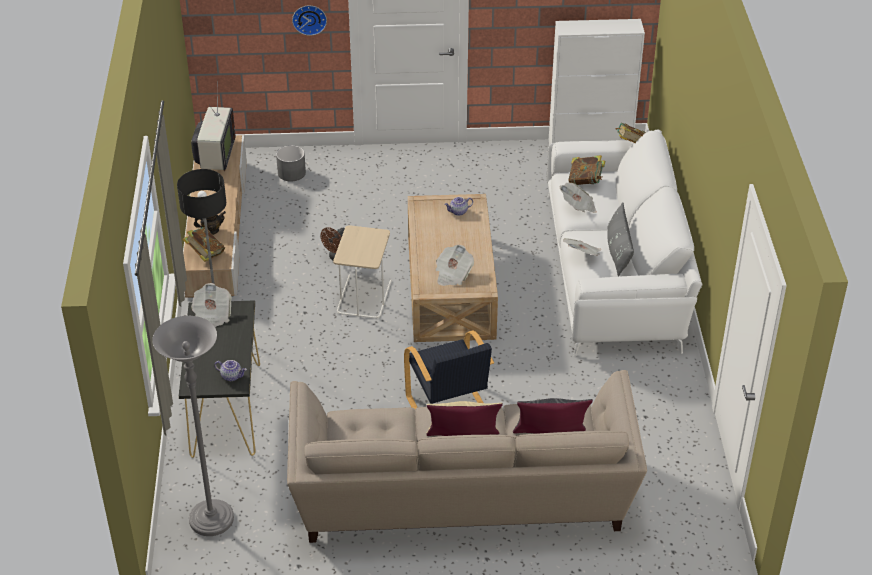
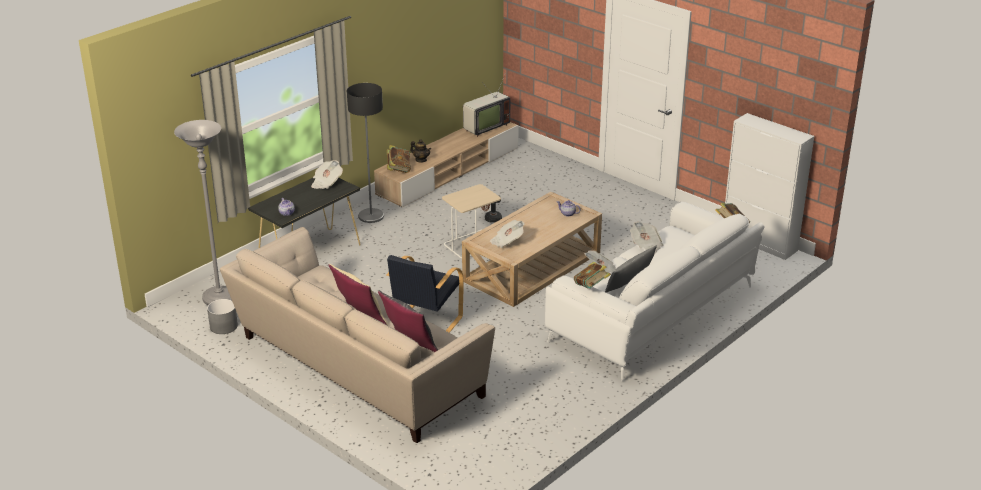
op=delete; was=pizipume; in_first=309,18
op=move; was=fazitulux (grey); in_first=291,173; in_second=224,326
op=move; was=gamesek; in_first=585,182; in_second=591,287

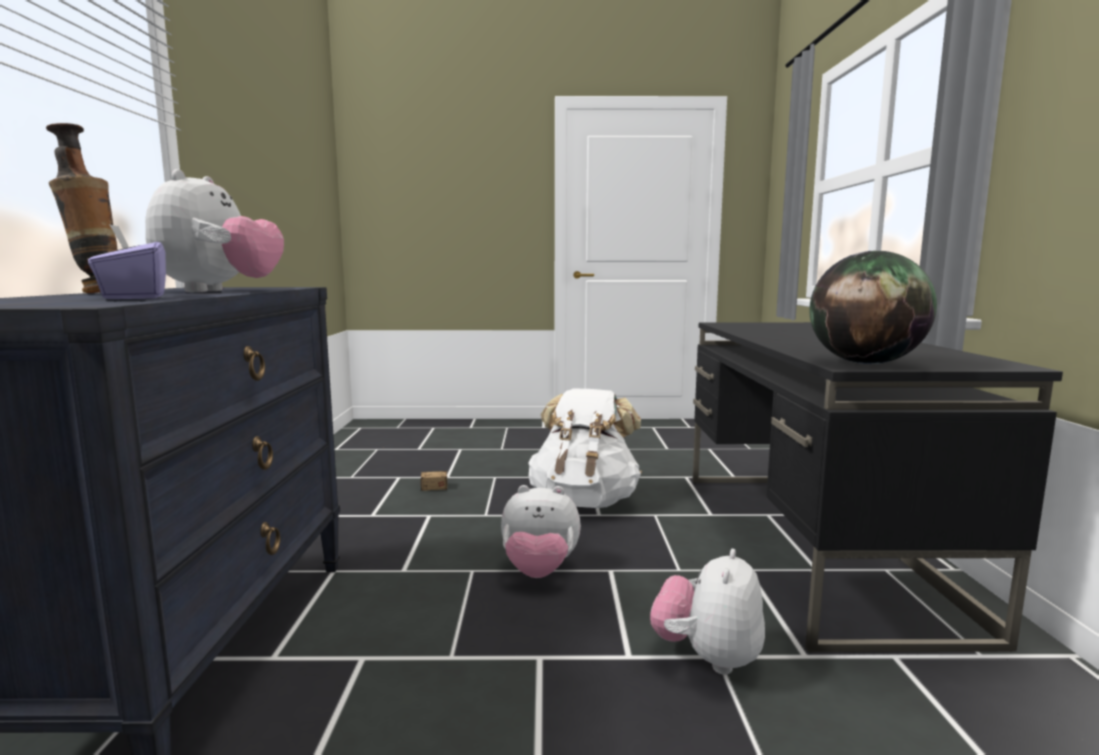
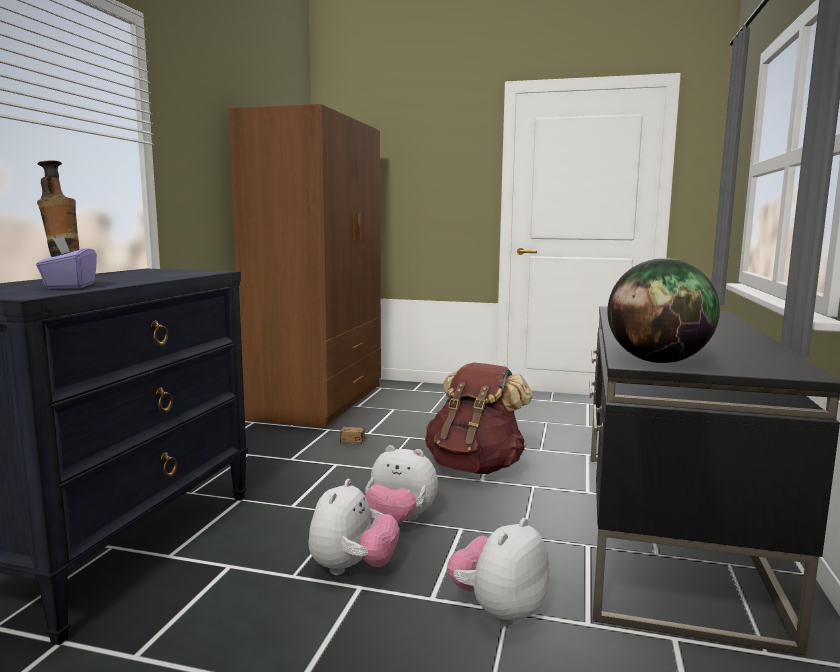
op=insert; now=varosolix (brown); in_second=319,401
op=move; was=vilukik; in_first=220,291; in_second=352,568
op=recolor; was=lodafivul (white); now=lodafivul (brown); in_first=584,501; in_second=475,467

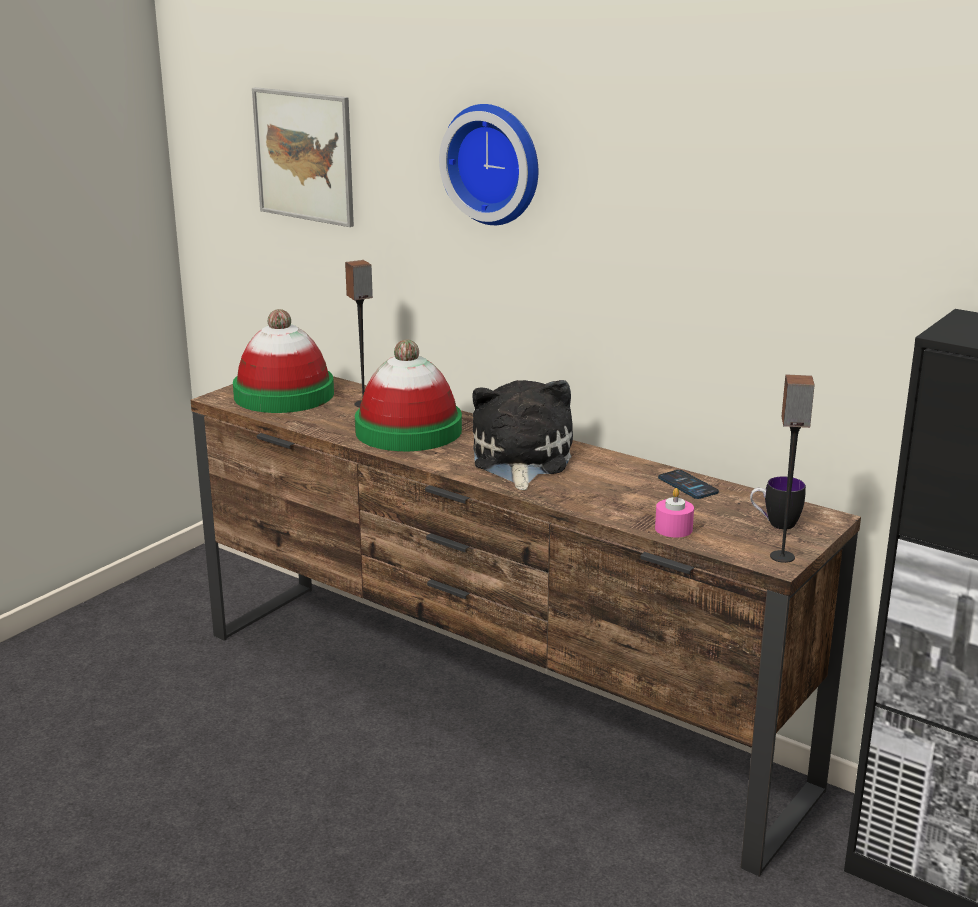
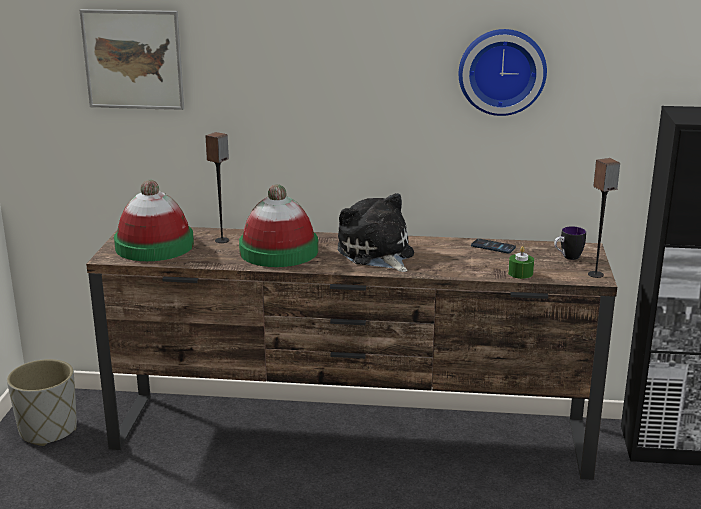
op=insert; now=fazitulux (grey); in_second=48,430
op=move; was=pizipume; in_first=495,163; in_second=502,71
op=recolor; was=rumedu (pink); now=rumedu (green); in_first=673,529; in_second=520,273

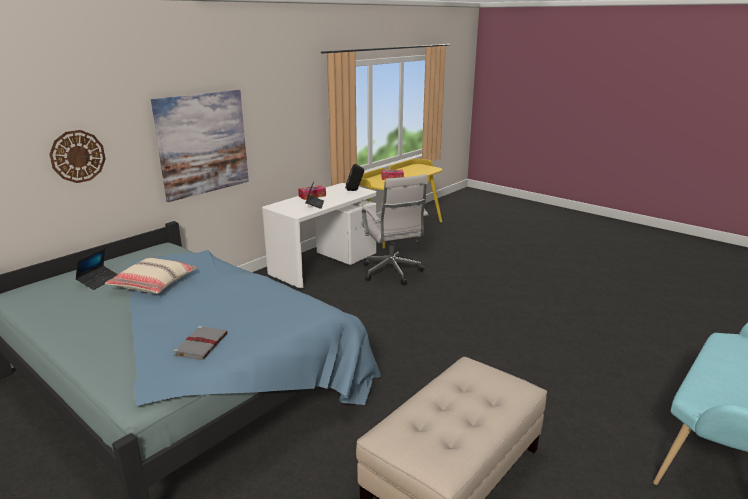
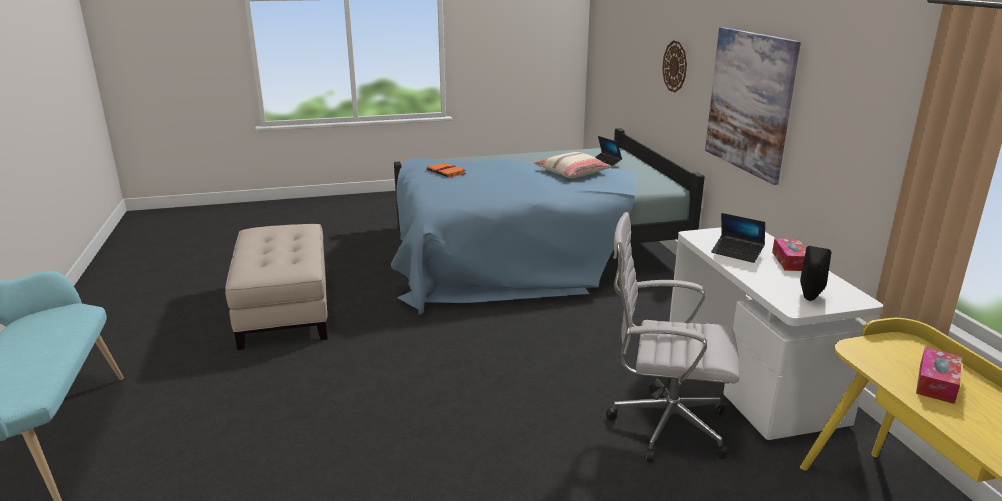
op=recolor; was=gamesek (grey); now=gamesek (orange); in_first=201,344; in_second=447,172

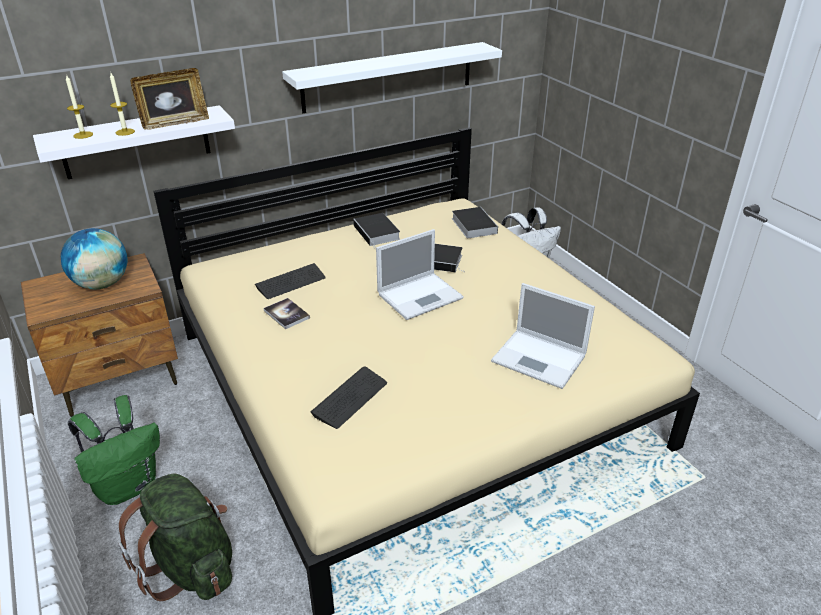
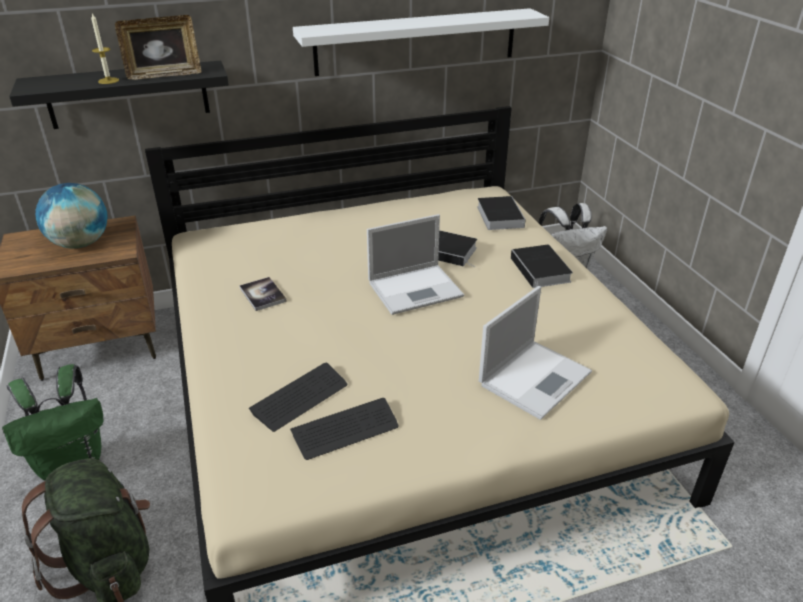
op=delete; was=rumedu; in_first=83,135
op=move; was=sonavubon; in_first=291,282; in_second=345,430
op=move; was=gamesek; in_first=377,233; in_second=541,271
op=recolor; was=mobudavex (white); now=mobudavex (black); in_first=136,142; in_second=128,95
op=rotate; was=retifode; in_first=540,359; in_second=535,377; clockwise=-90

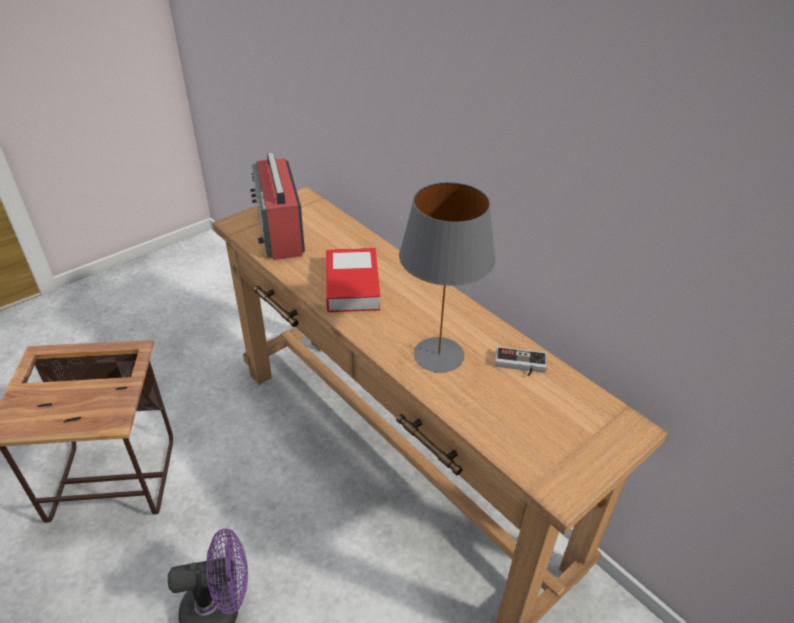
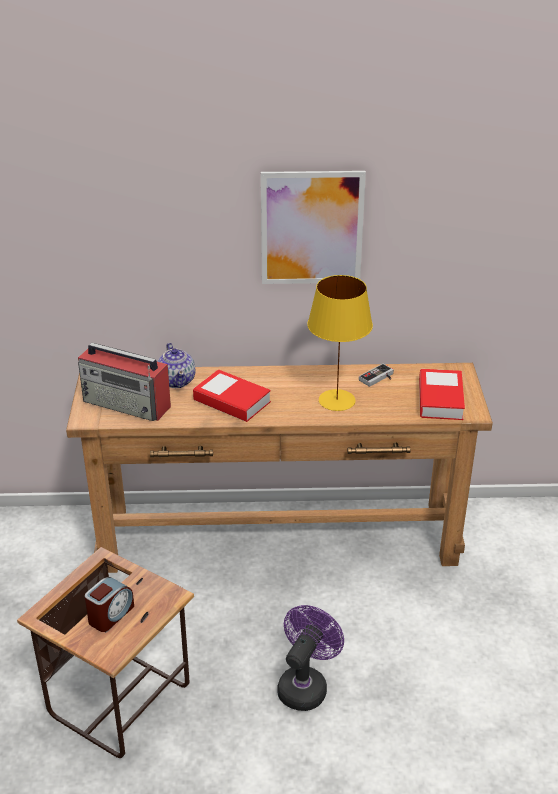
op=insert; now=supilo; in_second=110,615
op=insert; now=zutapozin; in_second=177,380
op=insert; now=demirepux; in_second=311,228
op=insert; now=gamesek; in_second=440,399
op=recolor; was=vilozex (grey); now=vilozex (yellow); in_first=439,355; in_second=337,400

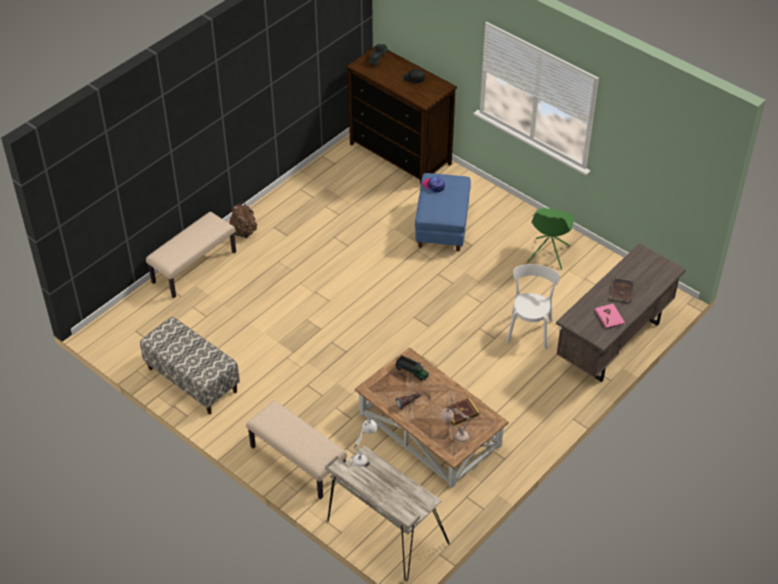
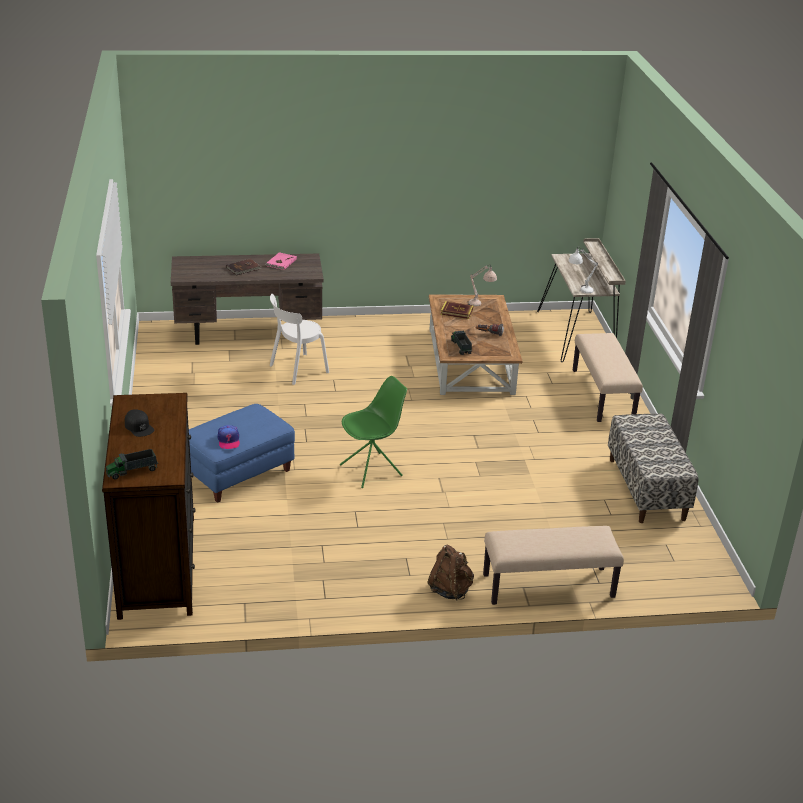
op=move; was=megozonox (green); in_first=548,254; in_second=372,470

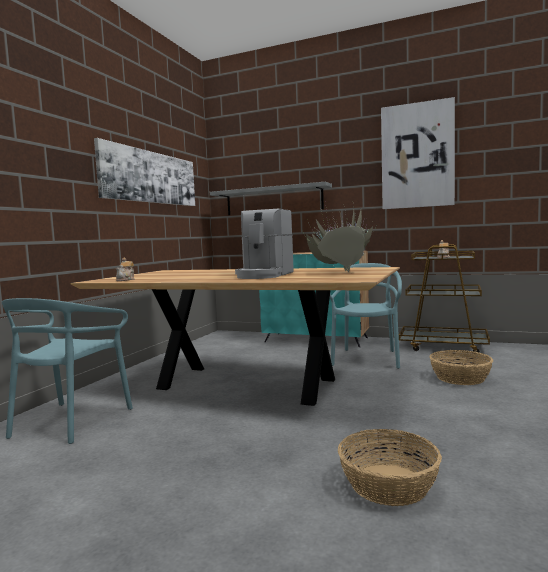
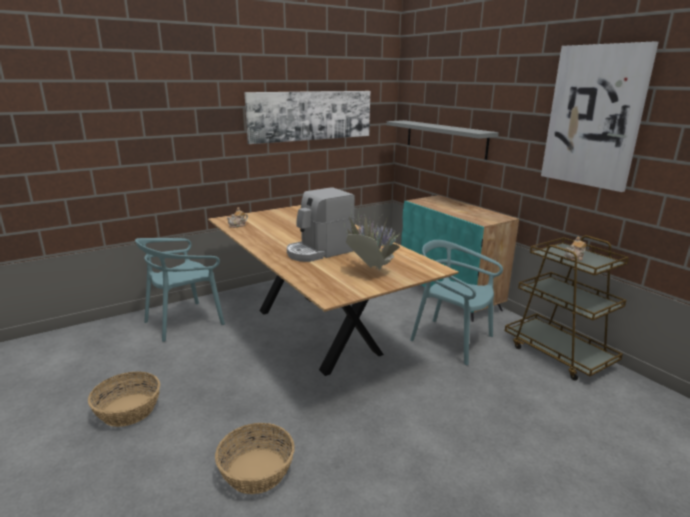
op=move; was=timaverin; in_first=461,378; in_second=128,410
op=rotate; was=megozonox (turquoise); in_first=367,359; in_second=451,340; clockwise=-105

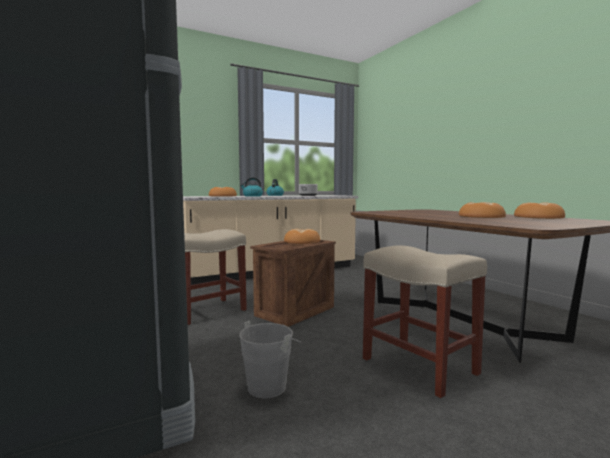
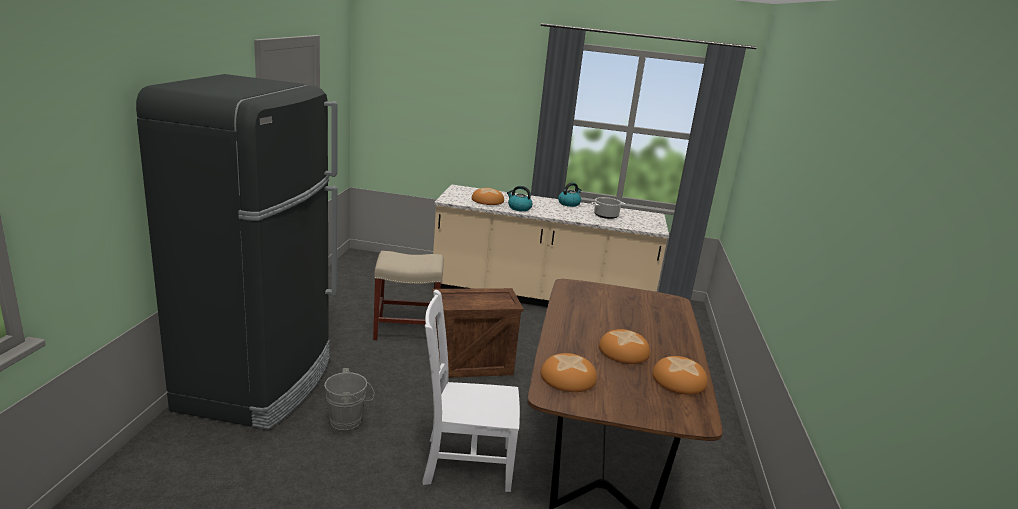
op=move; was=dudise; in_first=302,241; in_second=568,377
op=replace; was=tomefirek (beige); now=megozonox (white); in_first=417,365; in_second=464,463

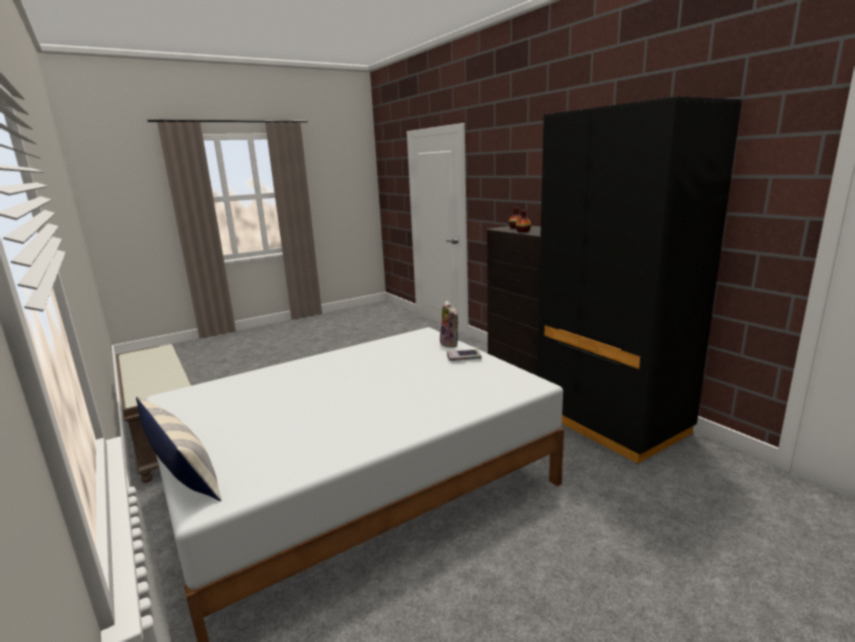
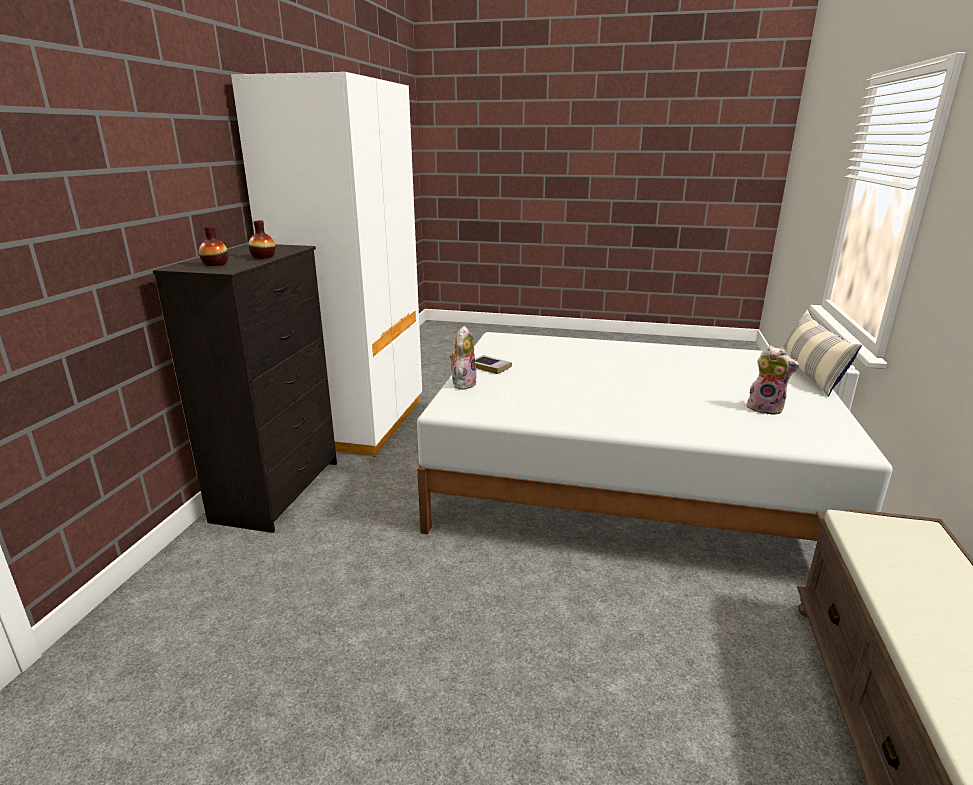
op=insert; now=vilukik; in_second=766,408
op=recolor; was=varosolix (black); now=varosolix (white); in_first=611,422; in_second=359,423

